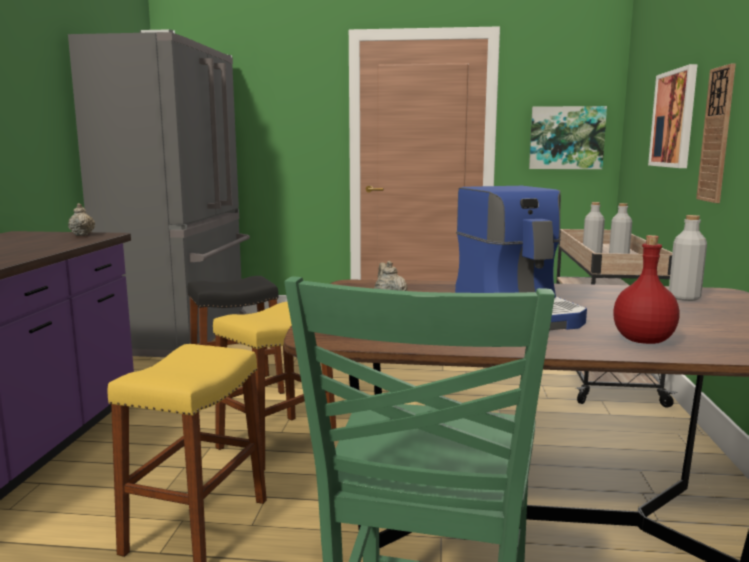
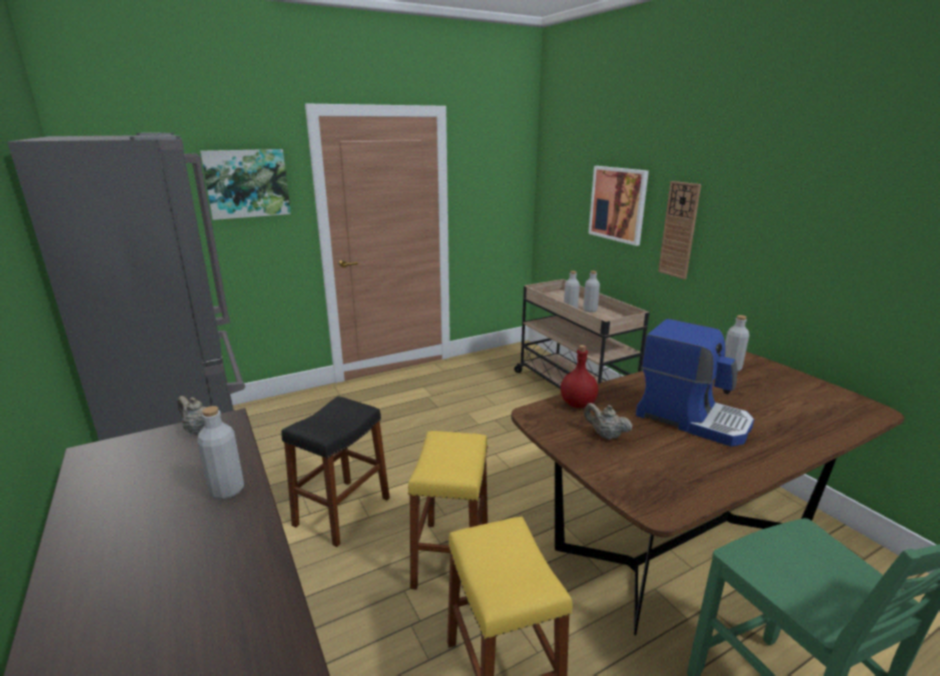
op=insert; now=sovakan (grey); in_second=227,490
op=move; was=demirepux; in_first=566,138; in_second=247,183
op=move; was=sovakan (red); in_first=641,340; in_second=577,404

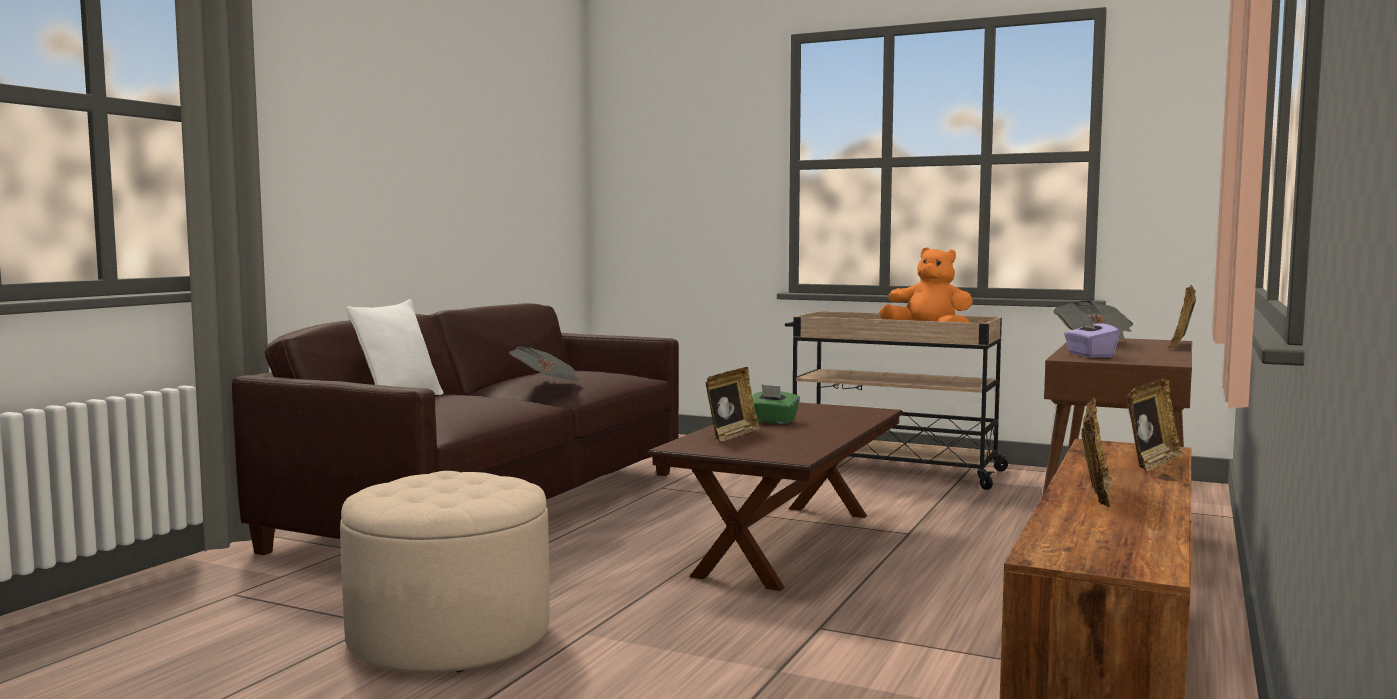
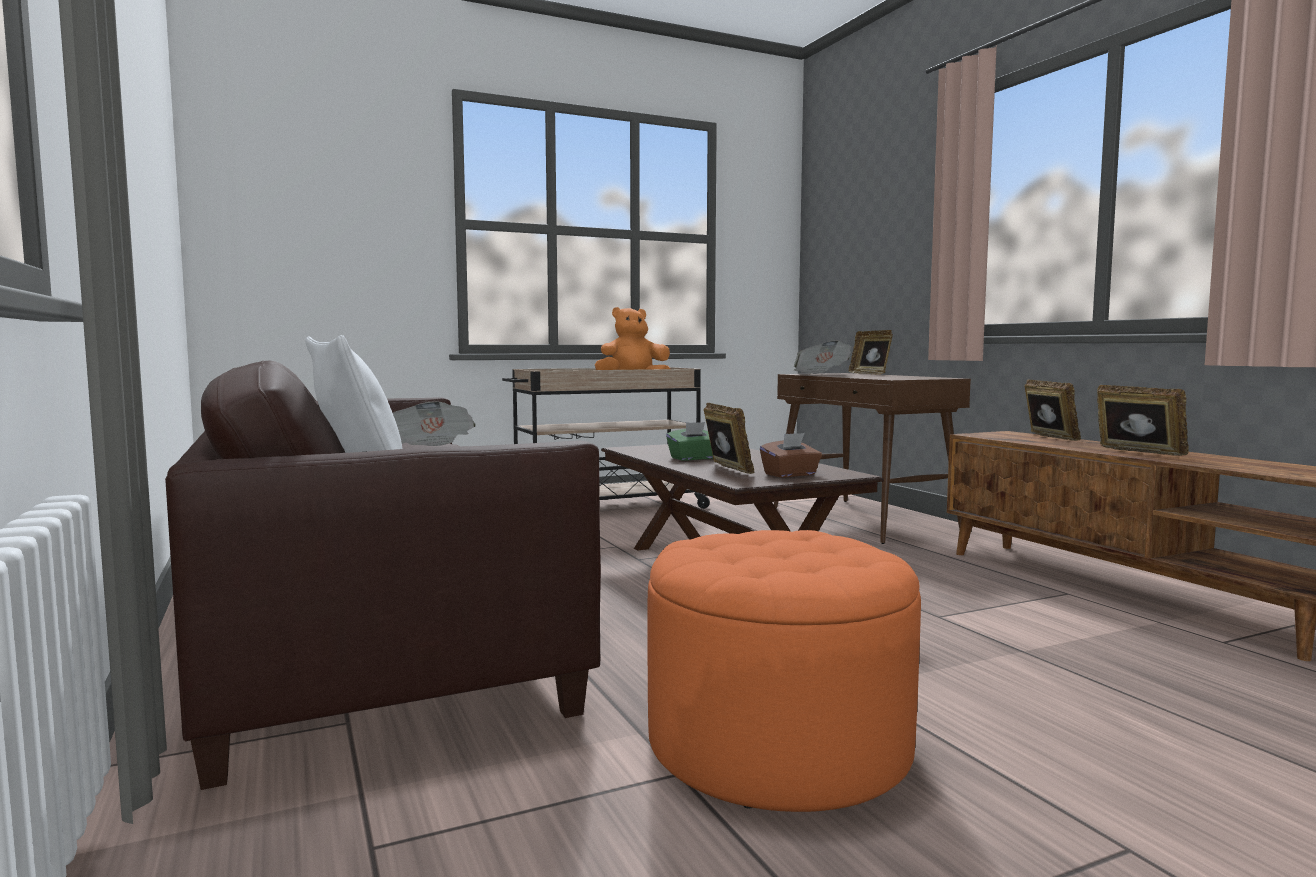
op=delete; was=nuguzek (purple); in_first=1089,355
op=insert; now=nuguzek (brown); in_second=790,474
op=recolor; was=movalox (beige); now=movalox (orange); in_first=449,635; in_second=778,744

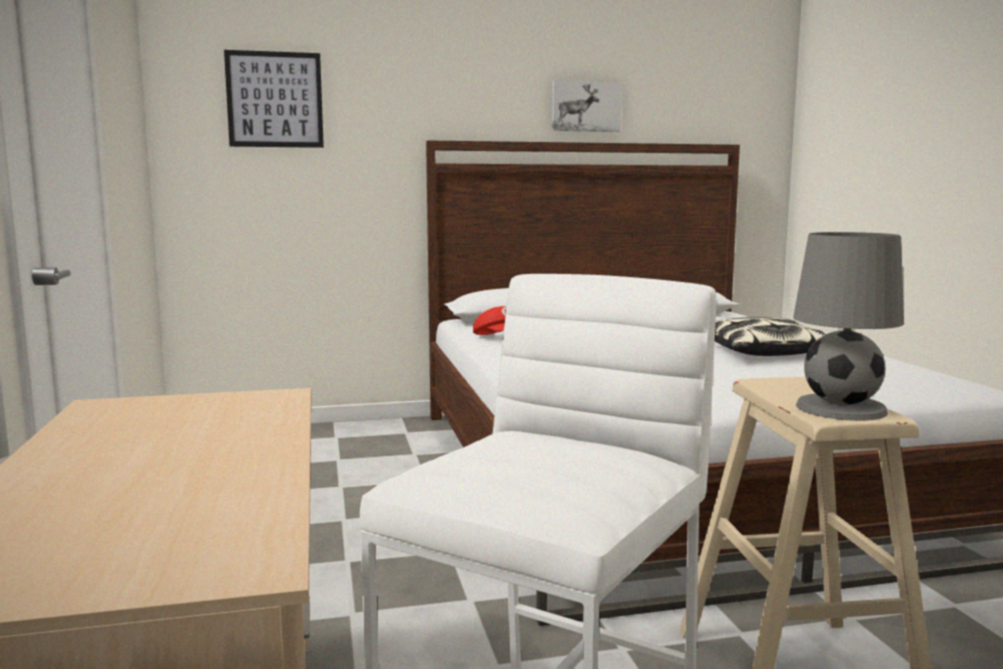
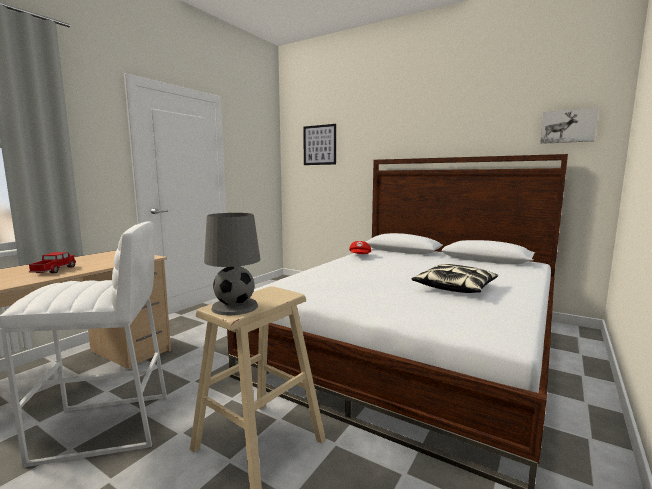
op=insert; now=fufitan; in_second=54,270
op=move; was=demirepux; in_first=585,106; in_second=568,126

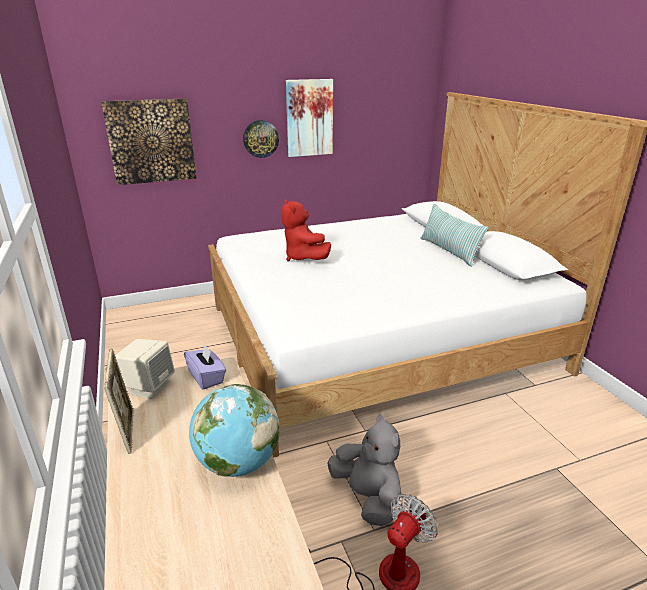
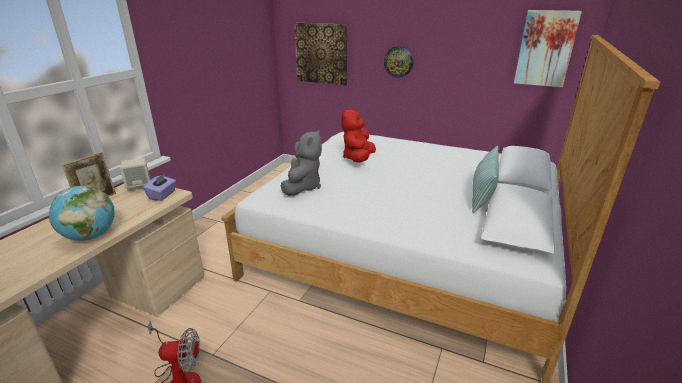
op=move; was=demirepux; in_first=309,118; in_second=545,49
op=move; was=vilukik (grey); in_first=367,496; in_second=302,187

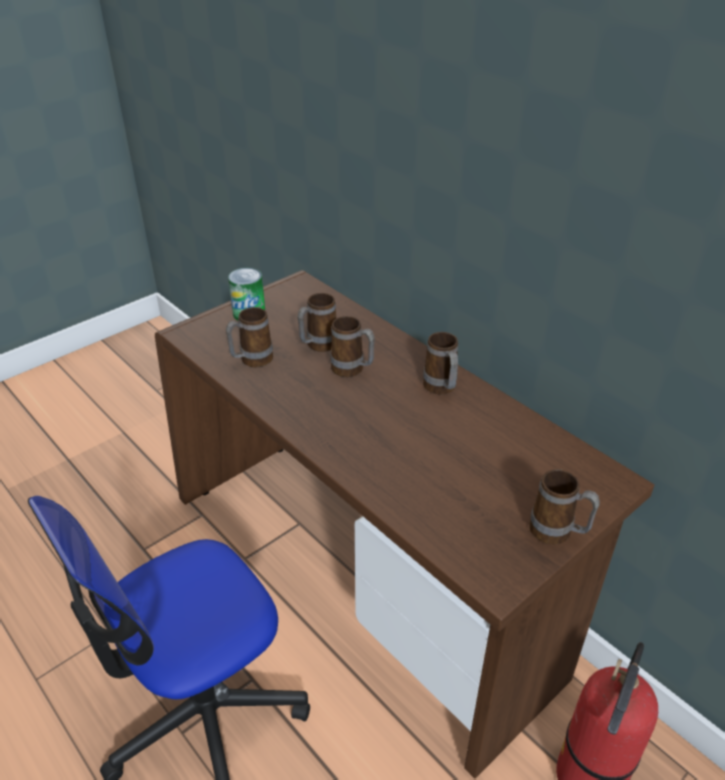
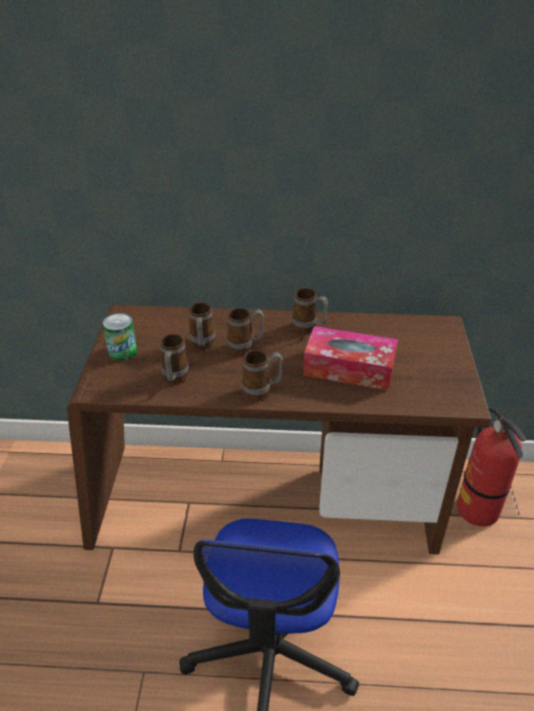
op=insert; now=nuguzek; in_second=349,368
op=move; was=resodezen; in_first=558,534; in_second=262,392

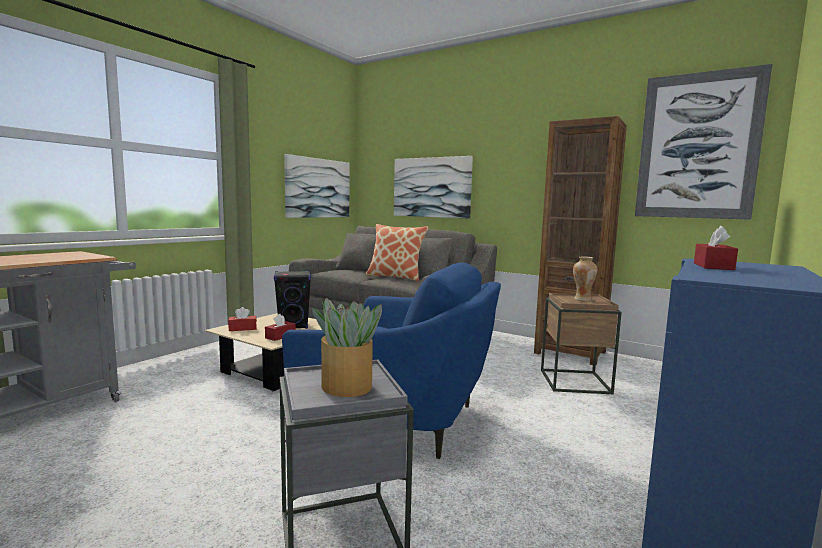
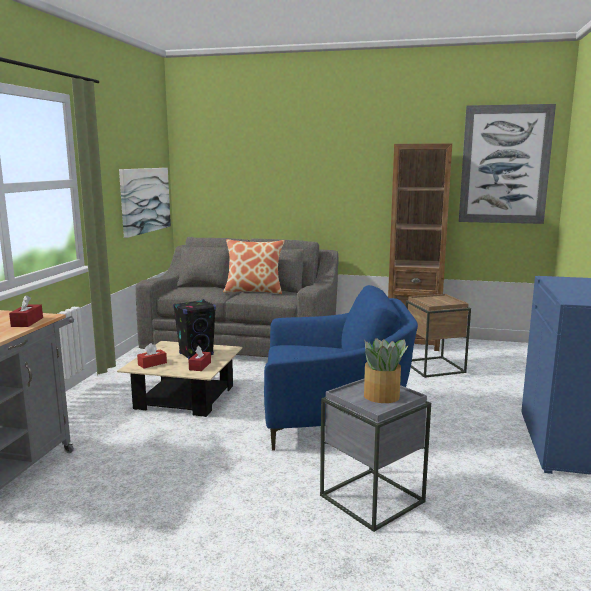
op=delete; was=demirepux; in_first=431,187
op=delete; was=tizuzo; in_first=582,299
op=move; was=nuguzek (red); in_first=713,266; in_second=27,322

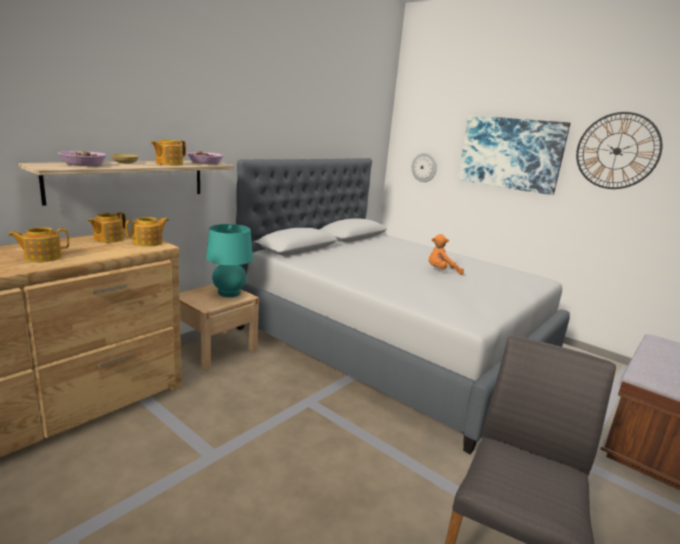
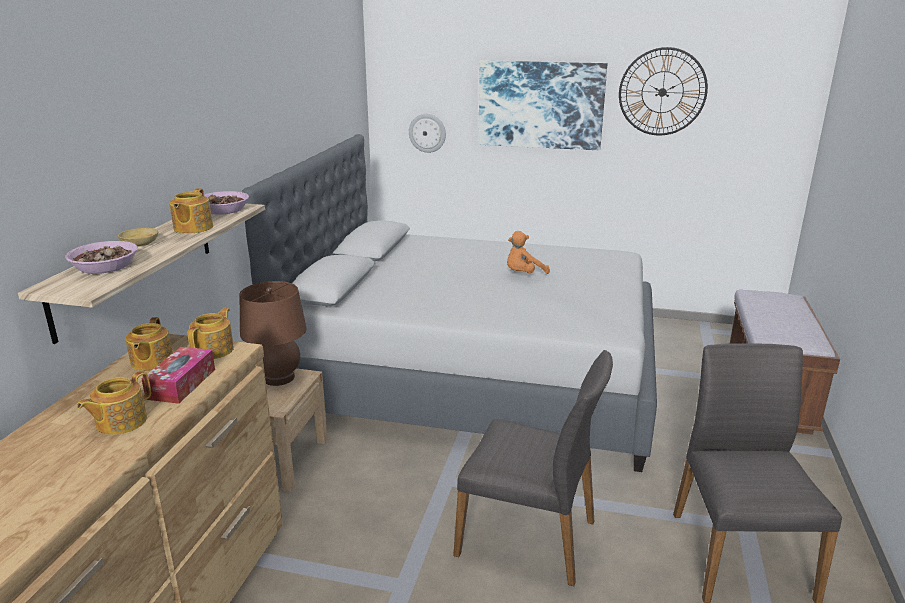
op=insert; now=nuguzek; in_second=181,384
op=insert; now=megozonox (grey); in_second=529,536
op=recolor; was=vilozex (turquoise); now=vilozex (brown); in_first=229,293; in_second=278,378

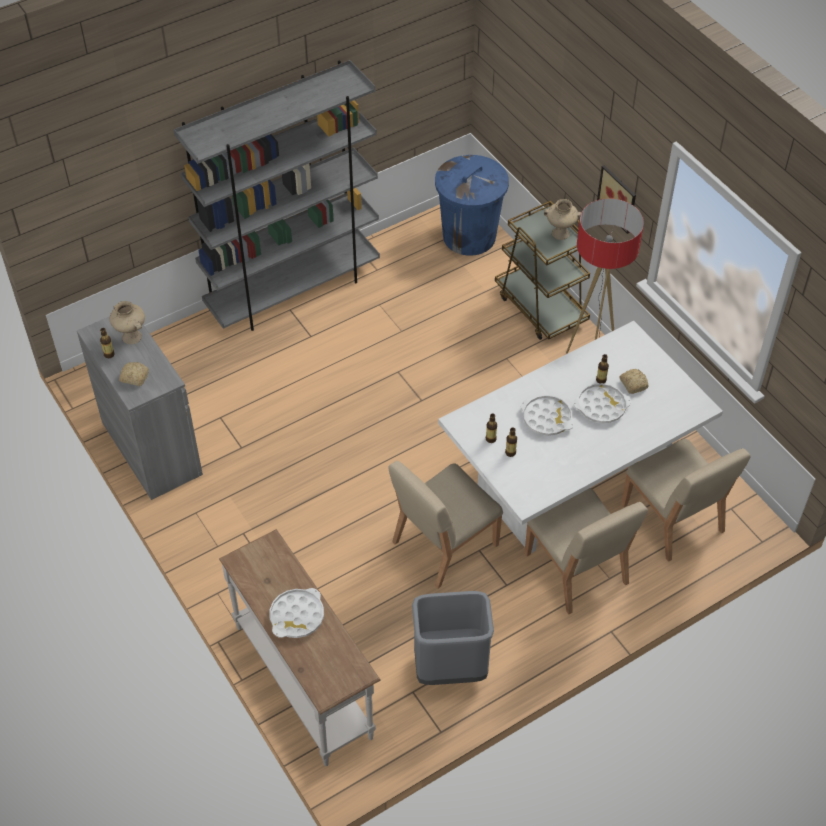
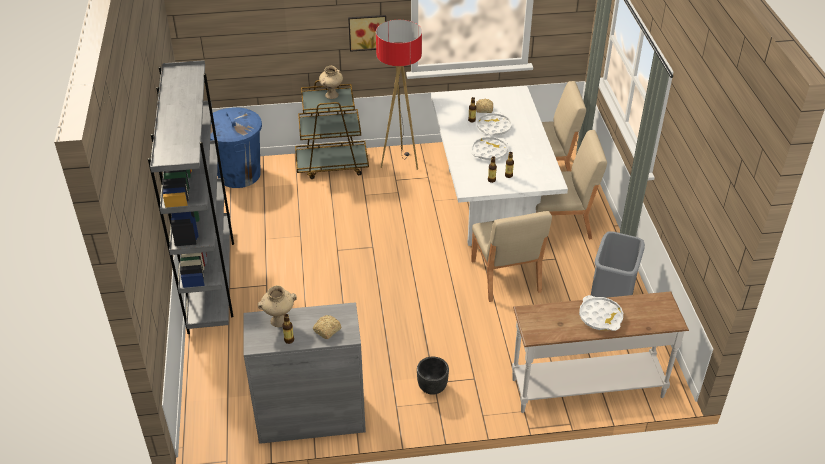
op=insert; now=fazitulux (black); in_second=432,387

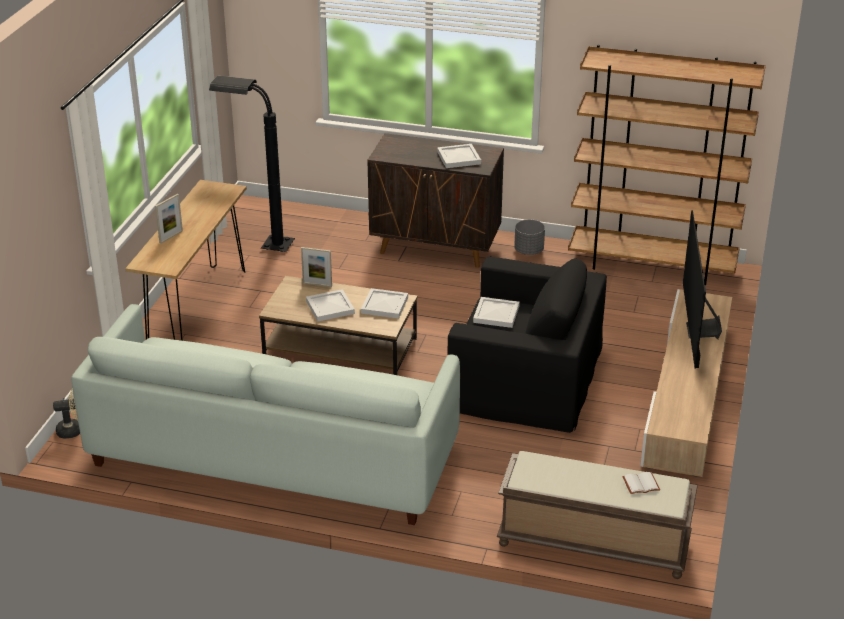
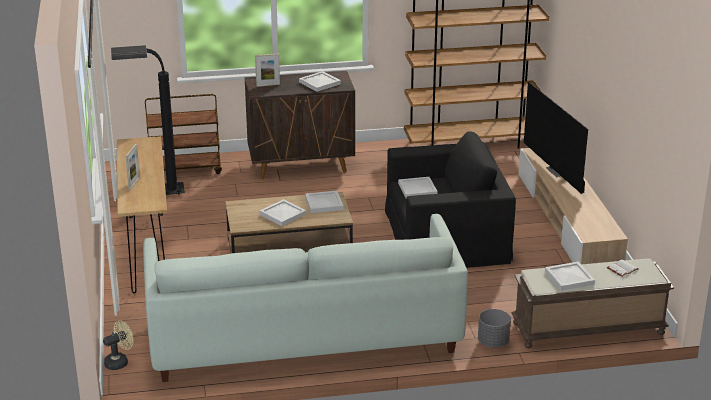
op=insert; now=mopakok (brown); in_second=185,169
op=insert; now=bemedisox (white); in_second=568,277
op=move; was=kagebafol; in_first=317,284; in_second=268,85
op=move; was=fazitulux (grey); in_first=528,251; in_second=493,342

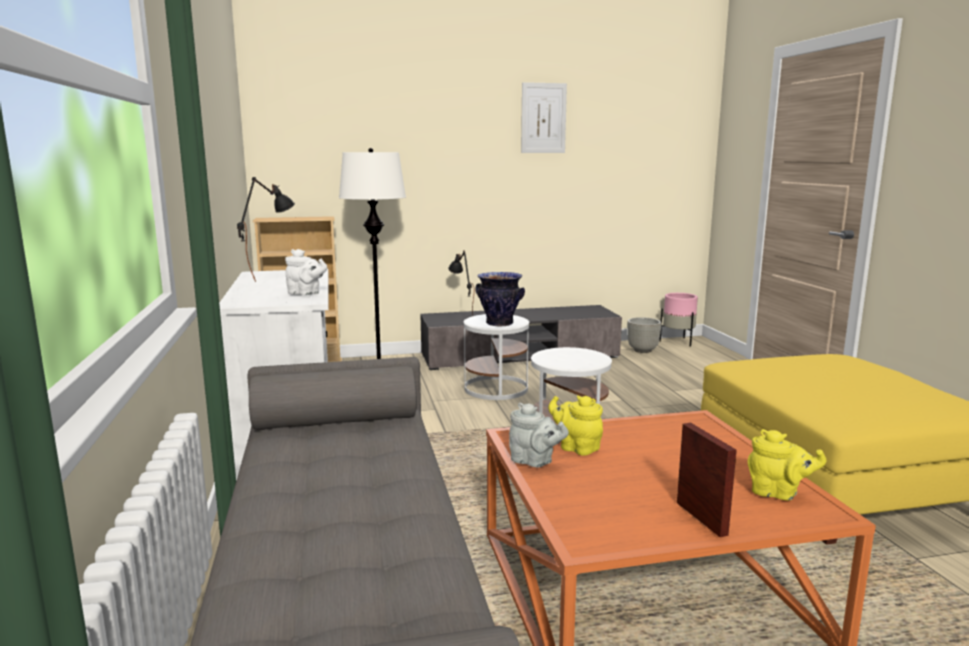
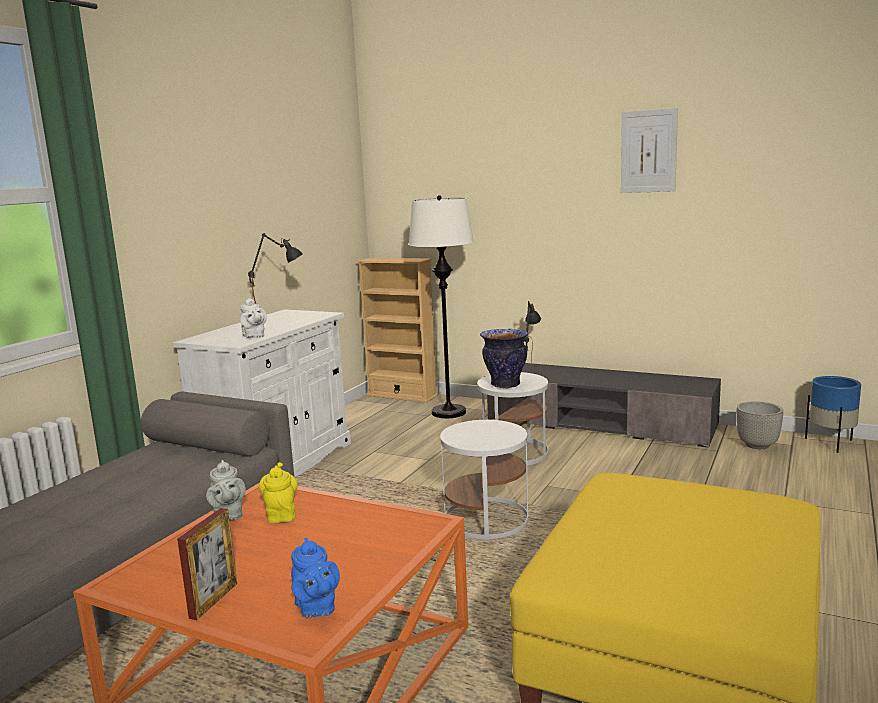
op=recolor; was=fazitulux (pink); now=fazitulux (blue); in_first=678,342; in_second=831,443
op=recolor; was=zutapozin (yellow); now=zutapozin (blue); in_first=778,493; in_second=316,608

